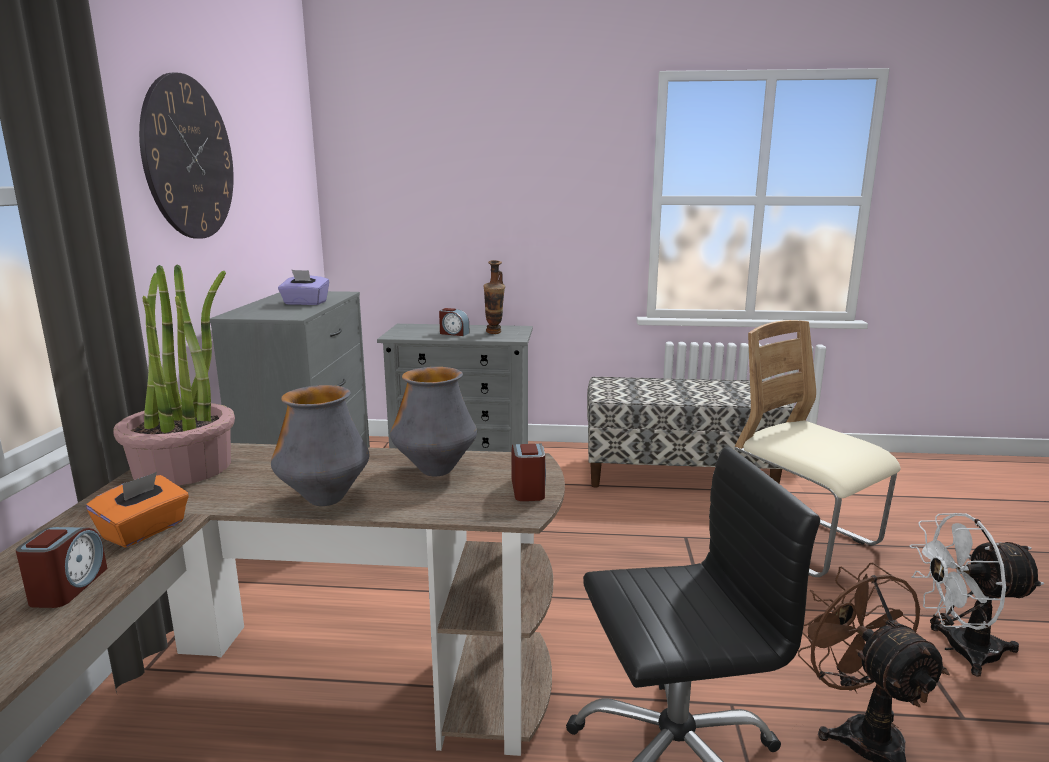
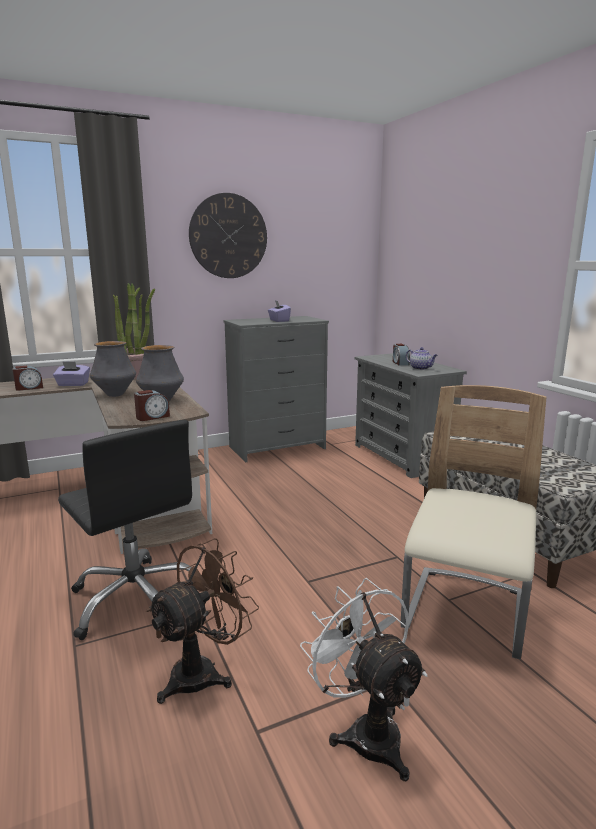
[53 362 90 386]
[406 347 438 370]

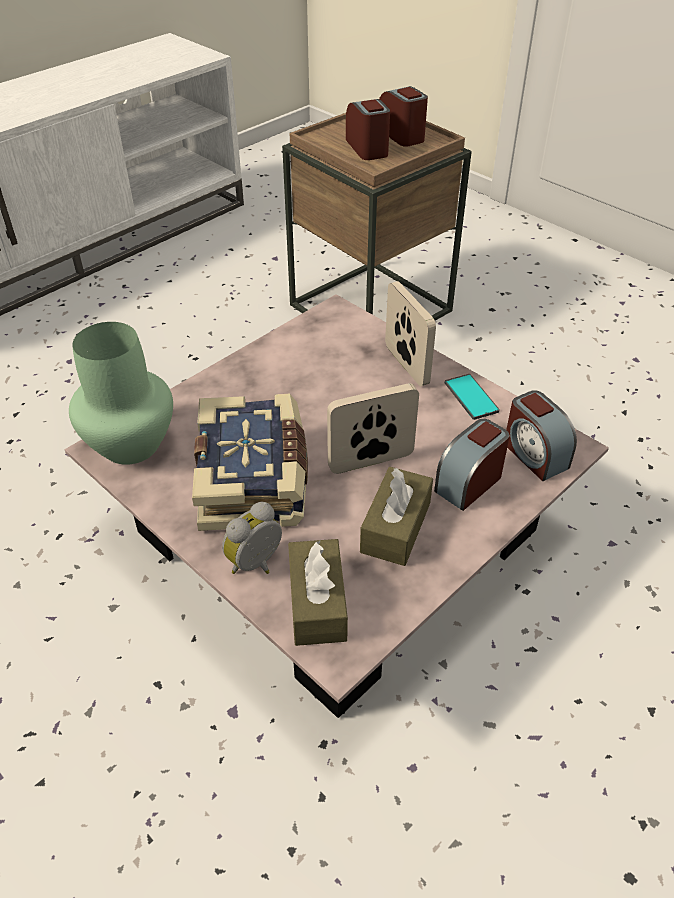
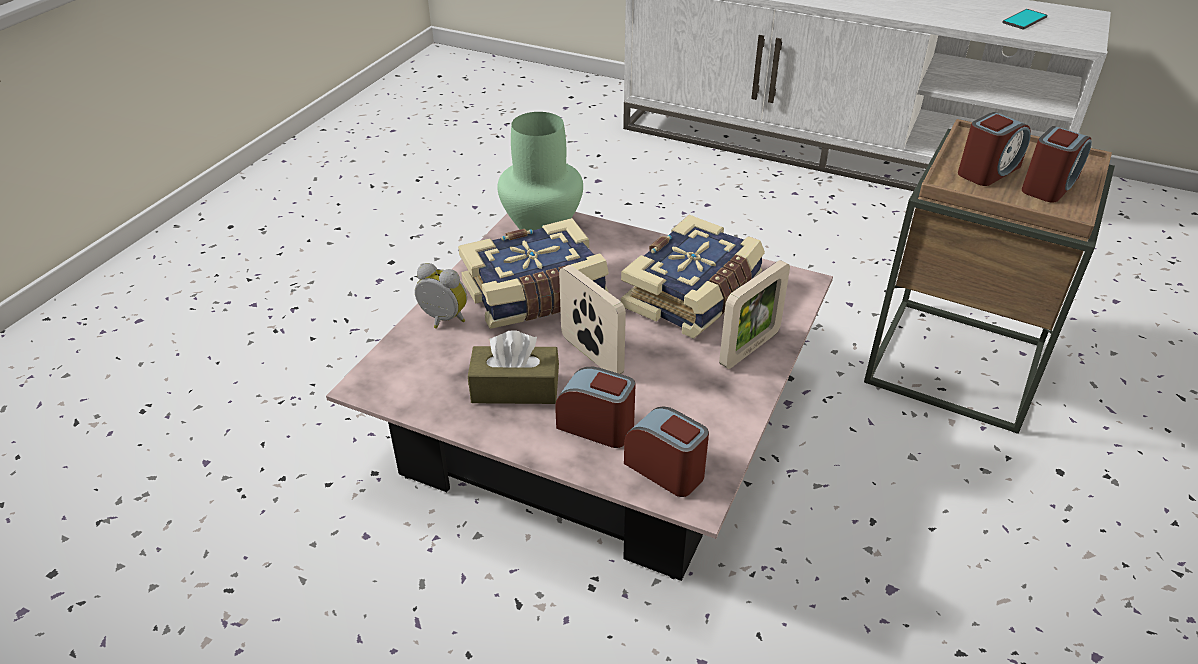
[288 539 348 646] (first image)
[1002 9 1048 29]
[624 406 709 497]
[621 215 765 339]

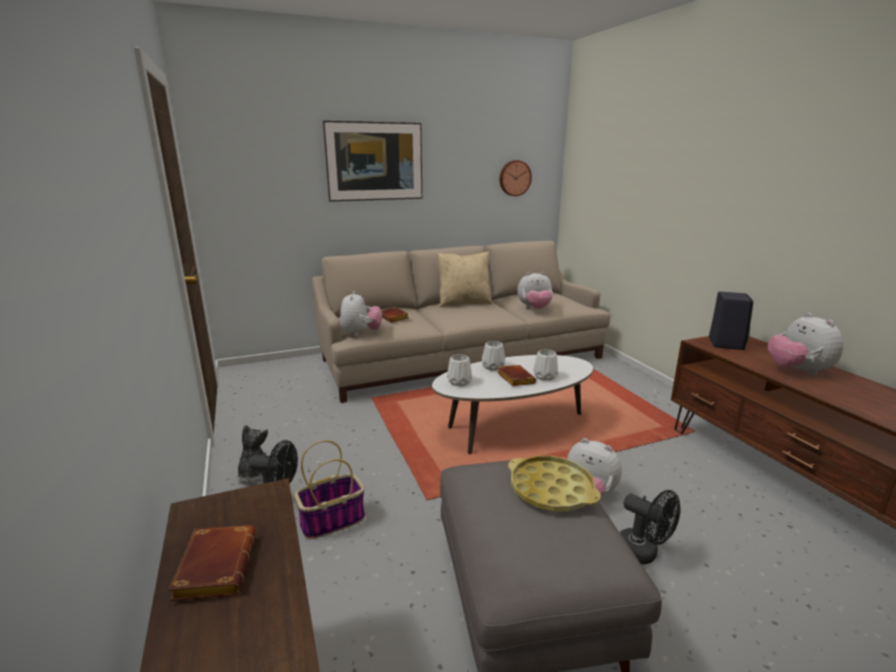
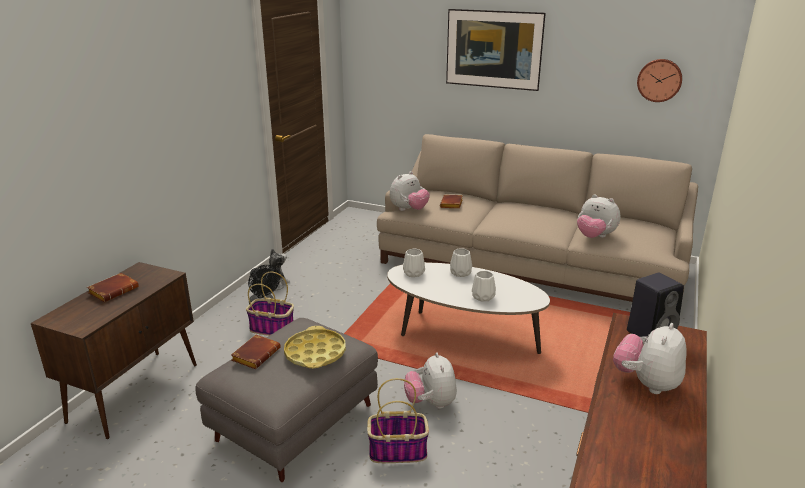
[437 252 492 307] (first image)
[231 335 280 369]
[367 378 429 463]

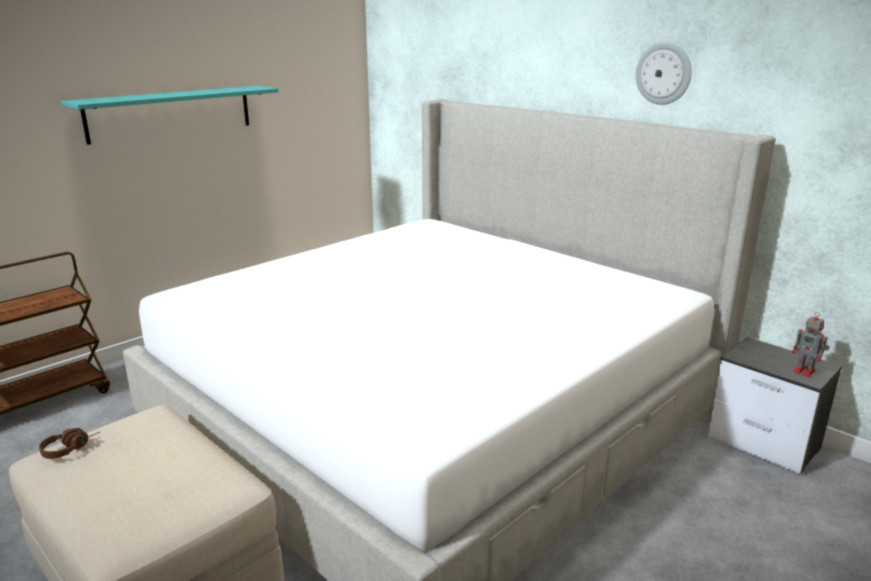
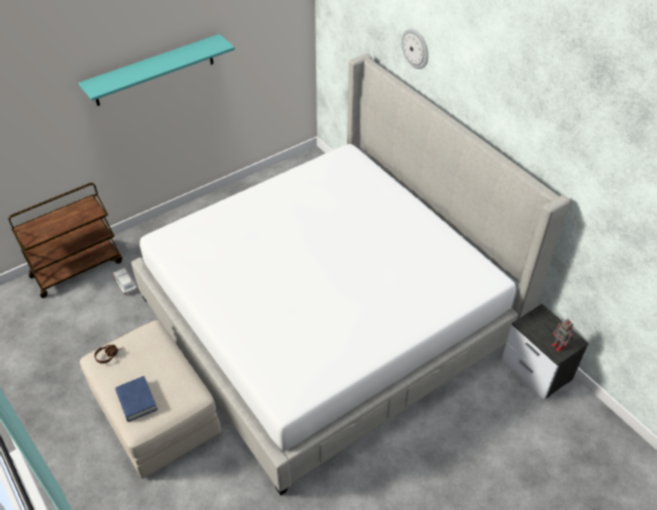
[401 29 428 69]
[112 268 137 296]
[115 376 158 422]

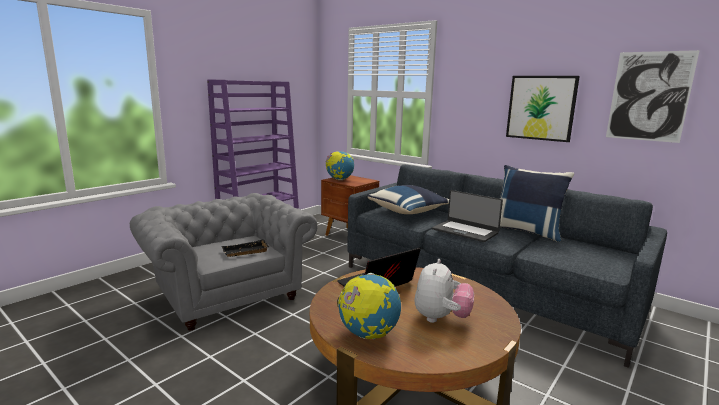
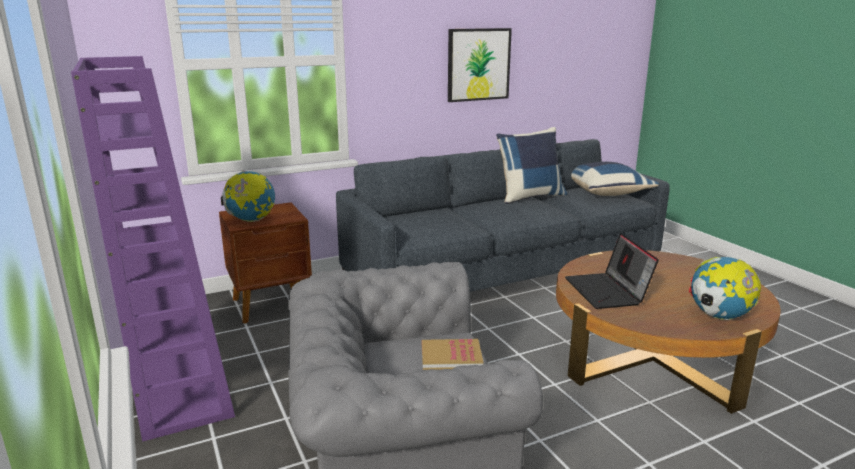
[422 339 483 370]
[571 162 659 196]
[415 259 474 323] (first image)
[432 190 503 242] (first image)
[606 50 700 143] (first image)

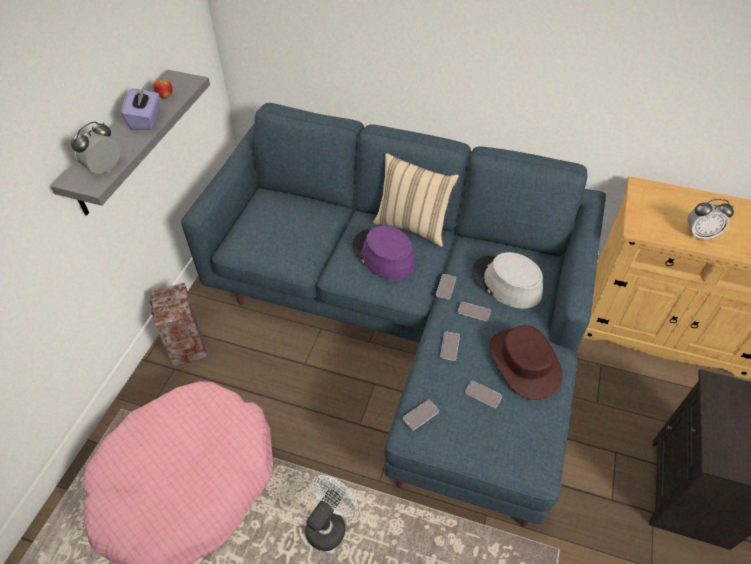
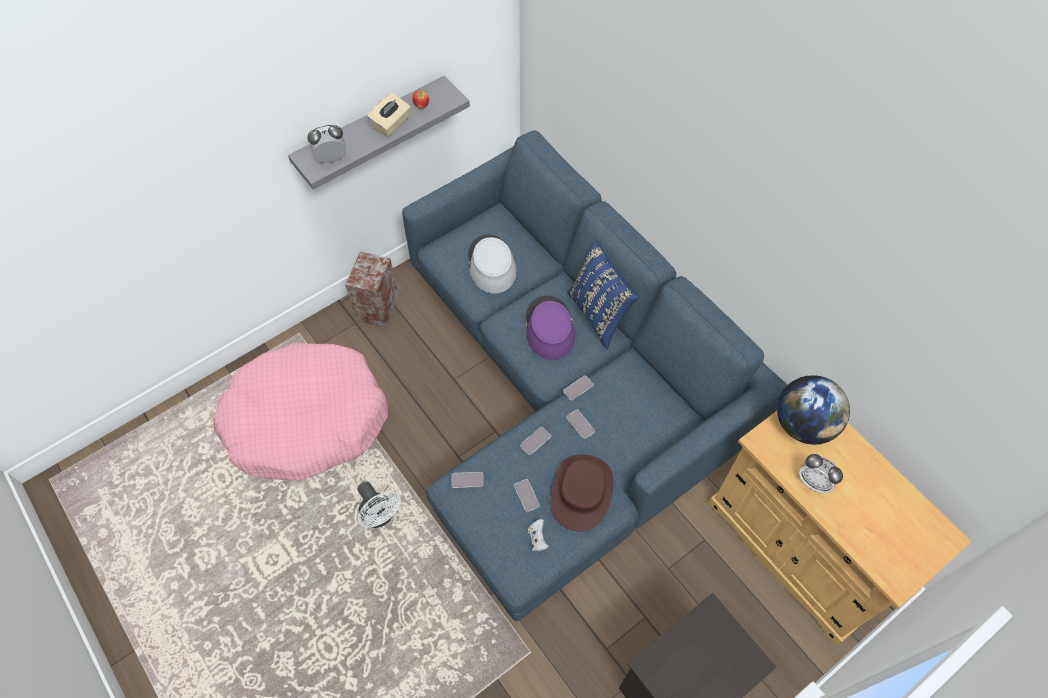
[367 93 410 137]
[357 482 401 528]
[567 240 639 350]
[468 234 516 294]
[528 519 549 551]
[777 375 850 445]

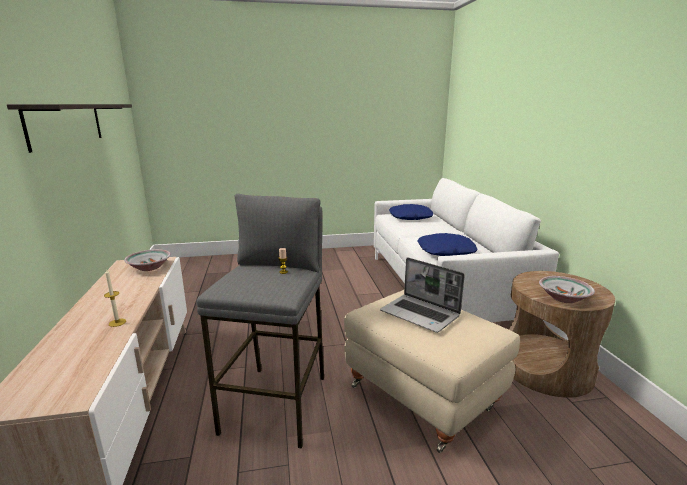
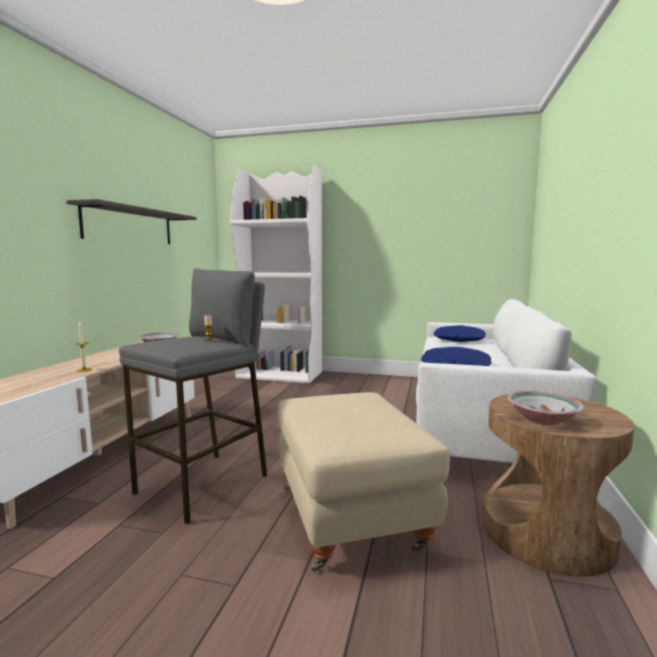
[380 257 465 333] (first image)
[230 165 322 384]

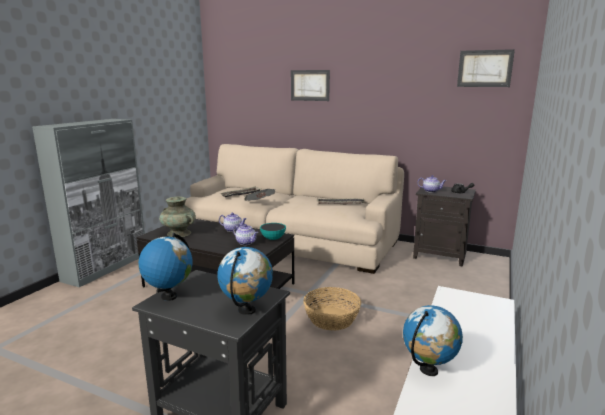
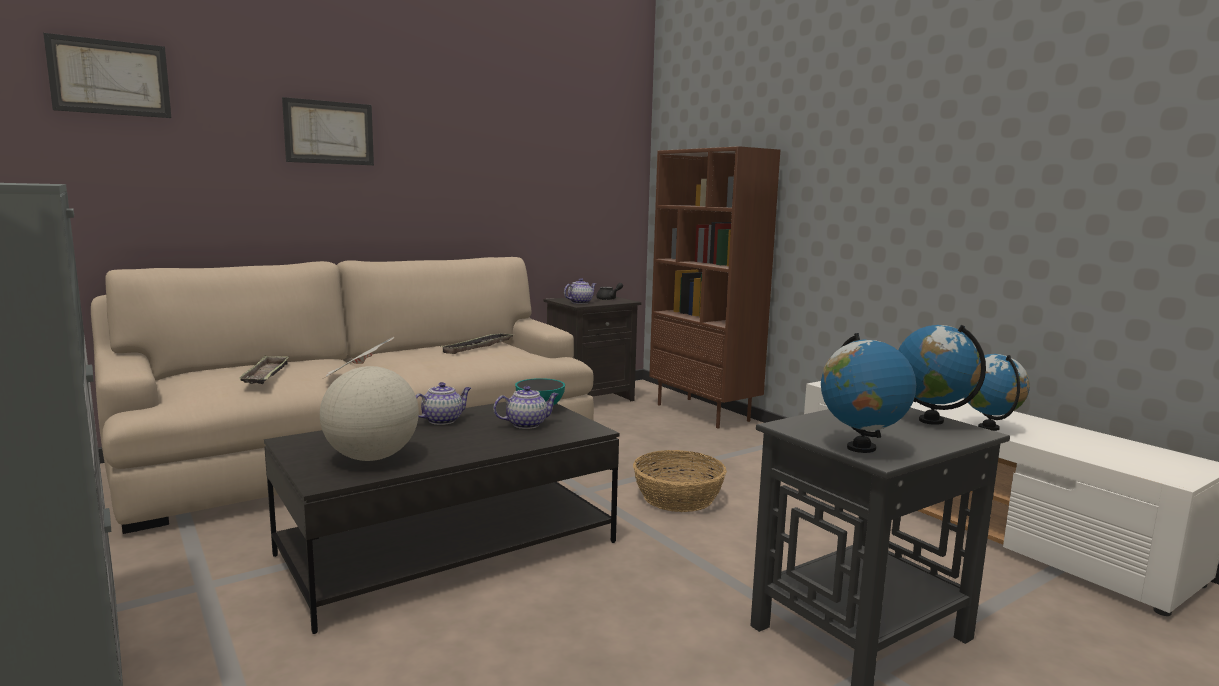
[320 366 419 461]
[43 33 171 118]
[649 146 780 428]

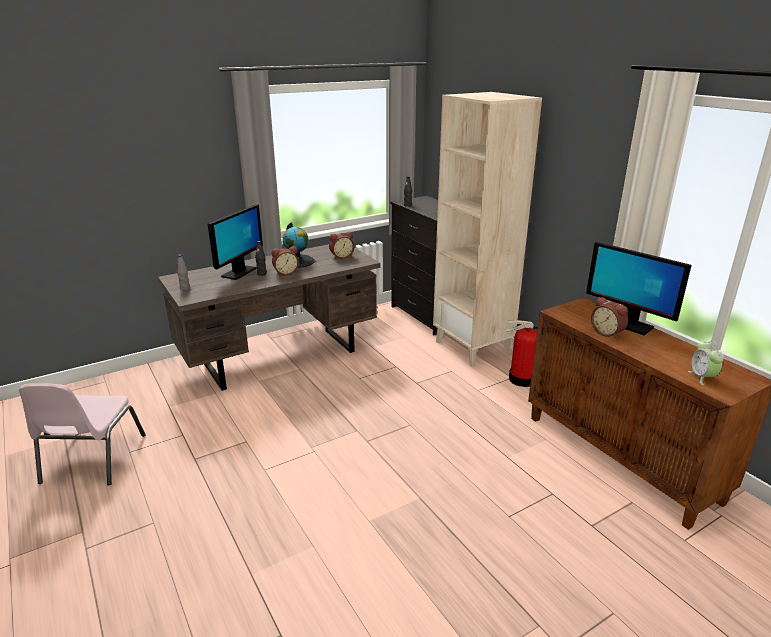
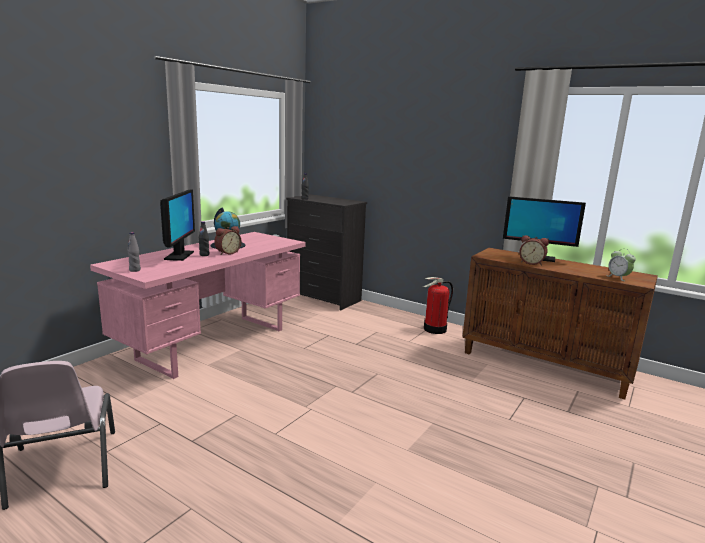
[90 232 306 379]
[329 231 354 259] (first image)
[433 92 542 367] (first image)

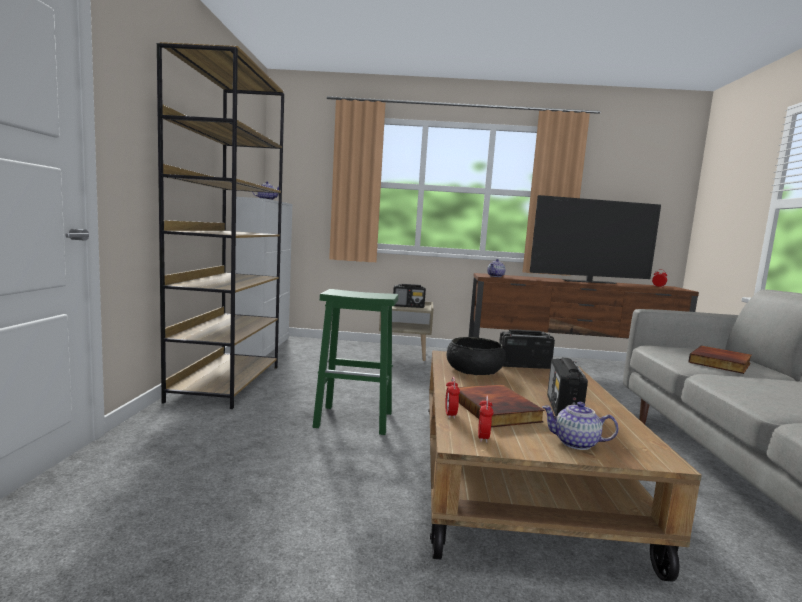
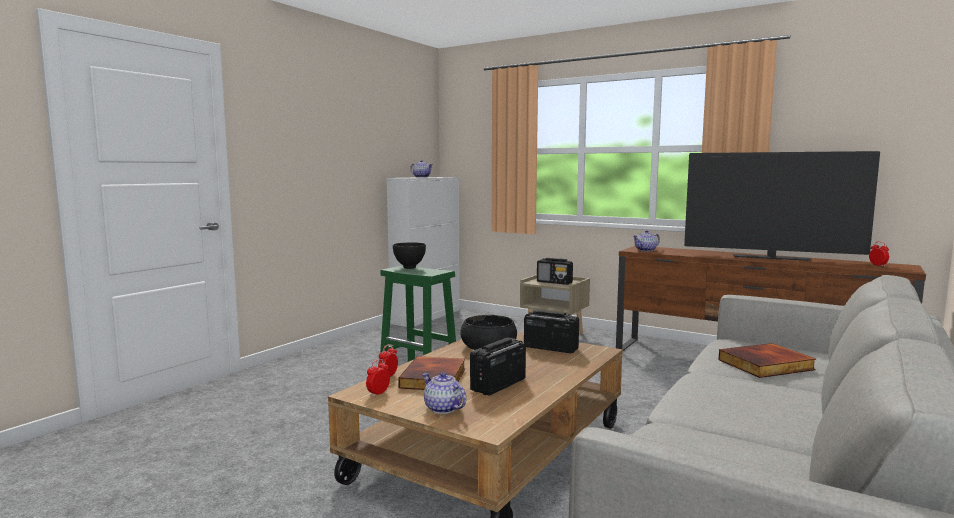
[157 42 284 409] (first image)
[393 242 426 269]

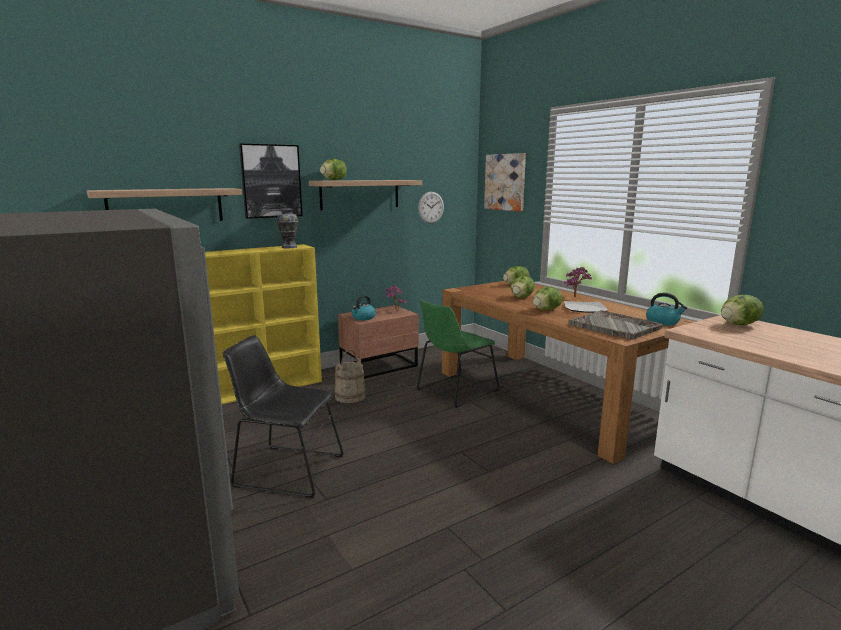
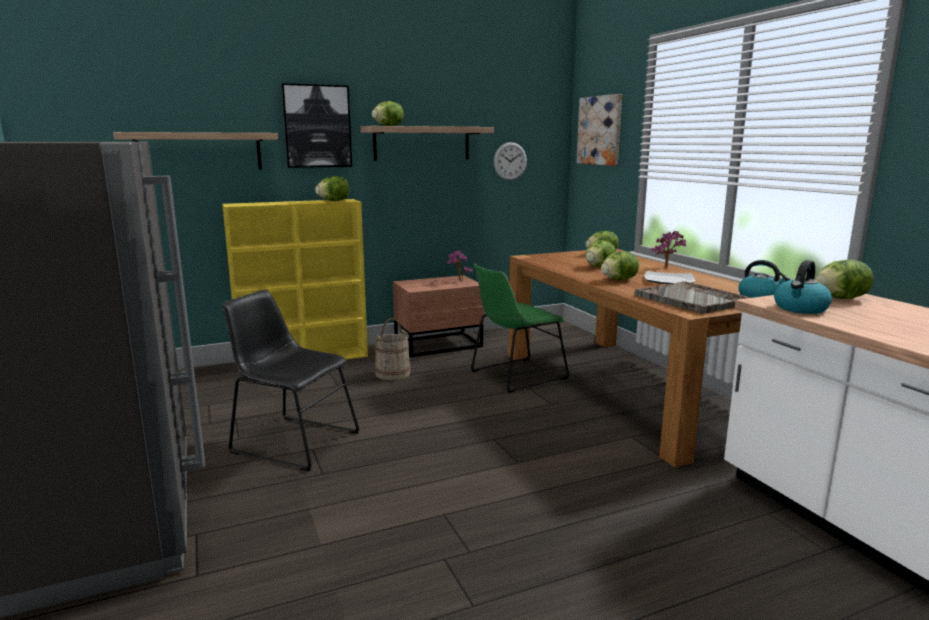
[315 176 349 201]
[774 260 832 314]

